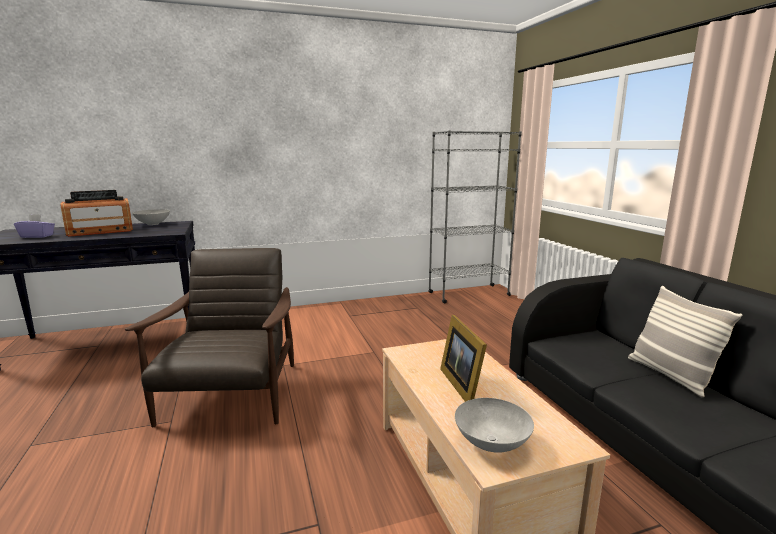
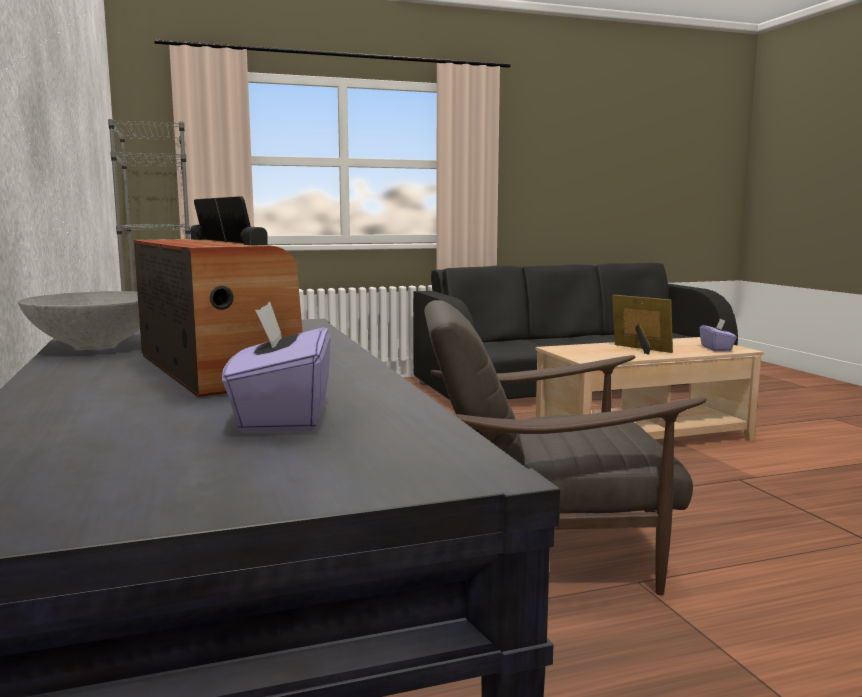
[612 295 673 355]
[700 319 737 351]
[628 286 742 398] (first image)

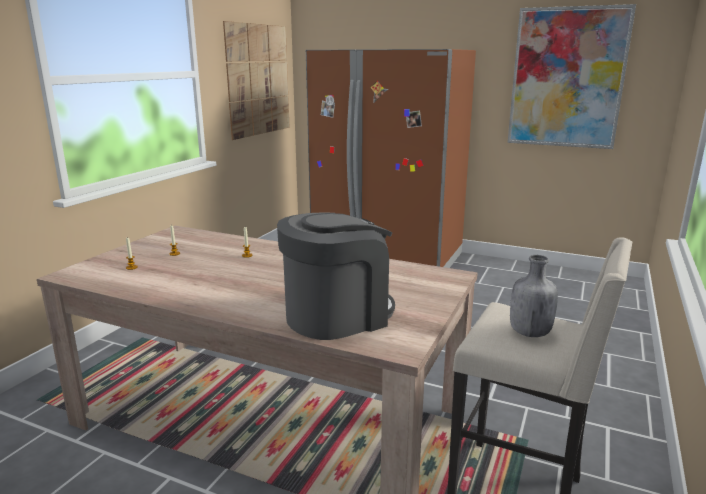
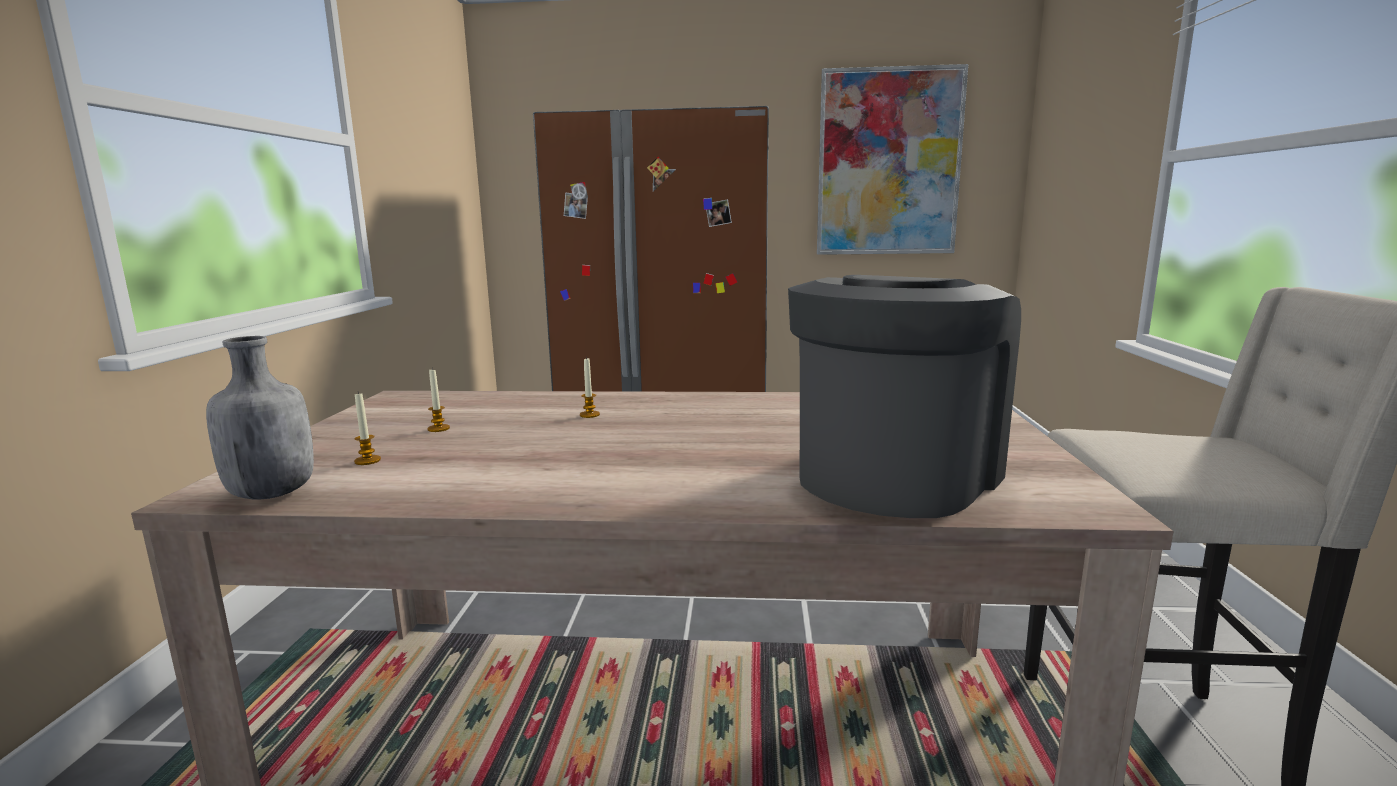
[223 21 290 140] (first image)
[206 336 314 500]

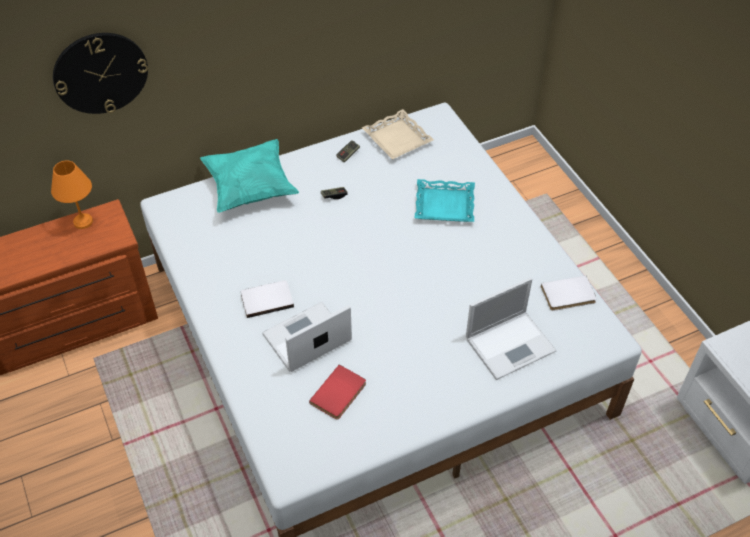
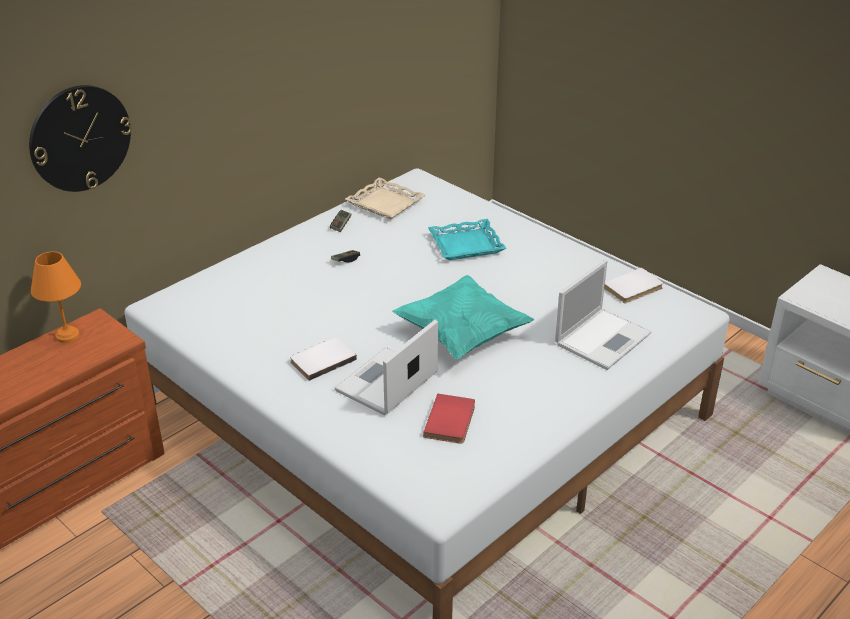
[392 275 534 360]

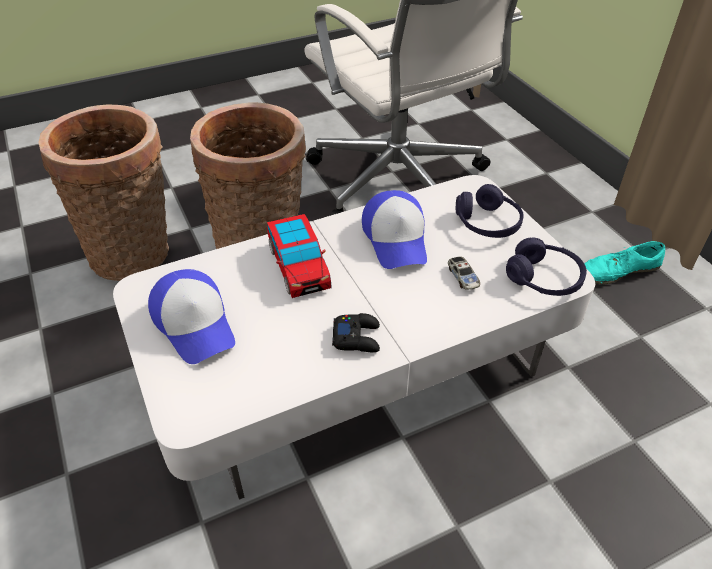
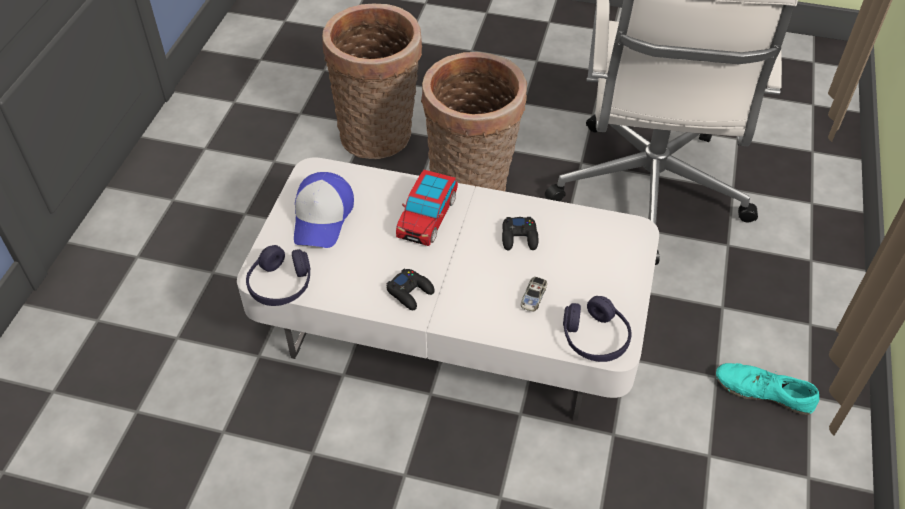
[502 217 538 251]
[246 245 310 306]

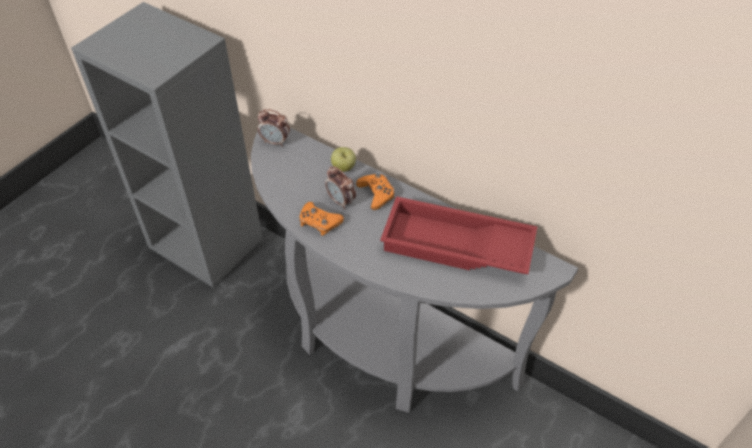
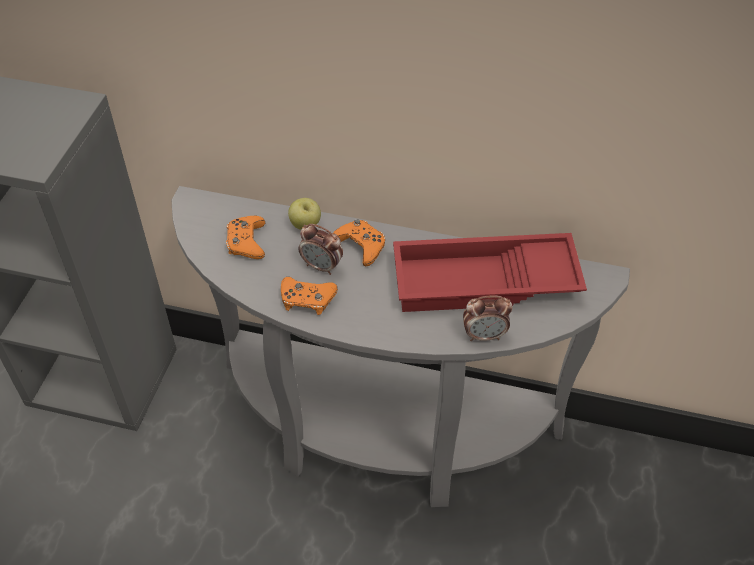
[463 295 513 341]
[226 216 265 259]

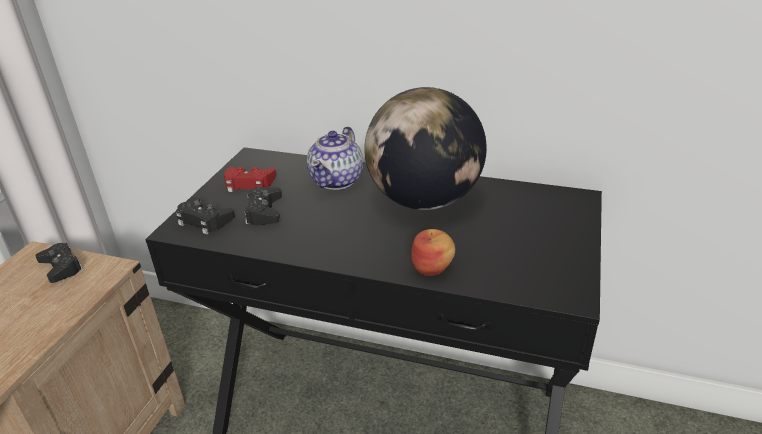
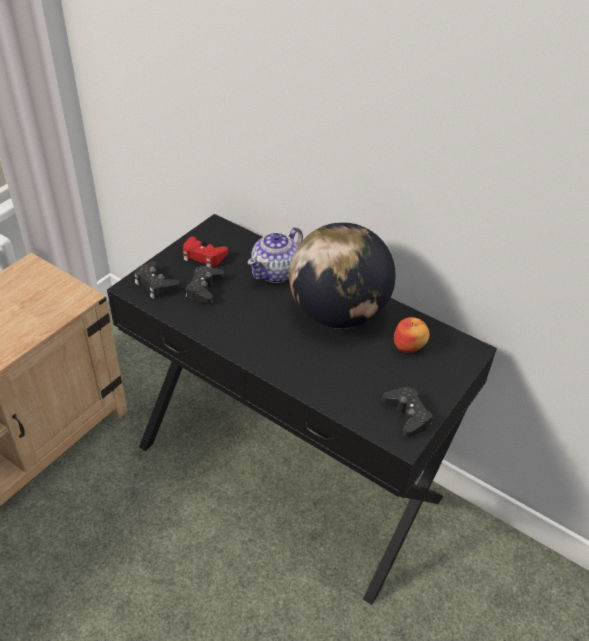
[382 387 433 437]
[394 317 430 353]

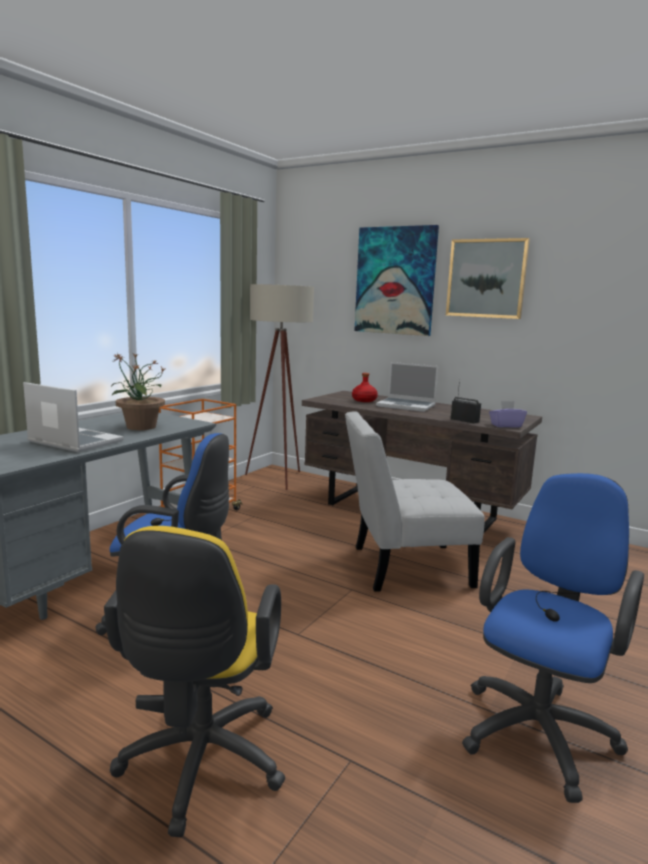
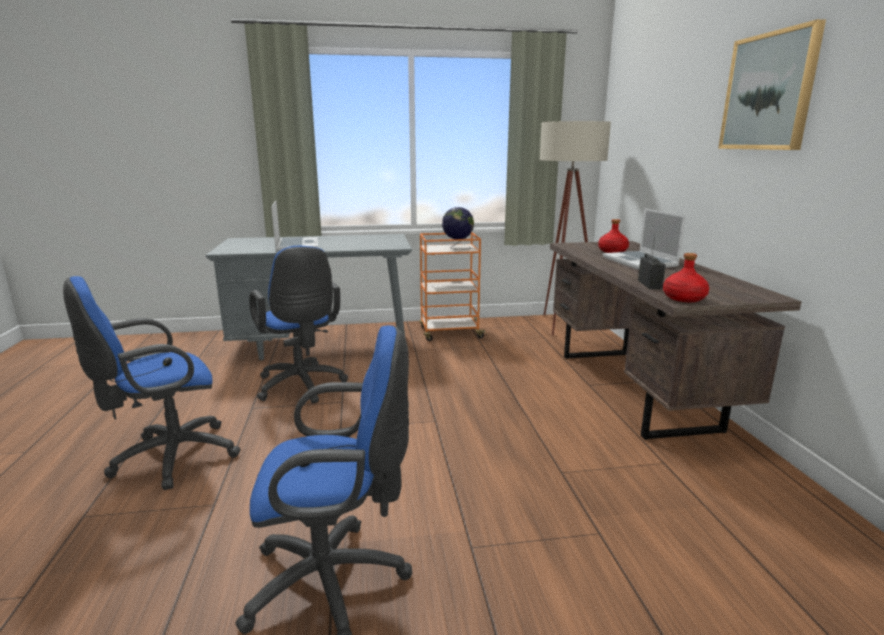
[63 276 241 490]
[111 353 165 430] (first image)
[345 411 485 592] (first image)
[354 225 439 336] (first image)
[663 253 709 302]
[442 207 474 250]

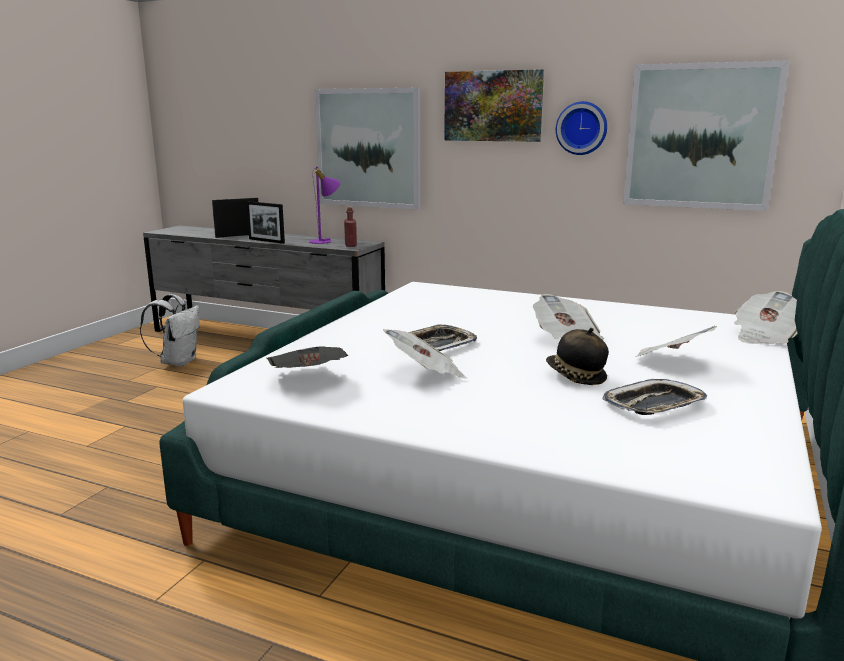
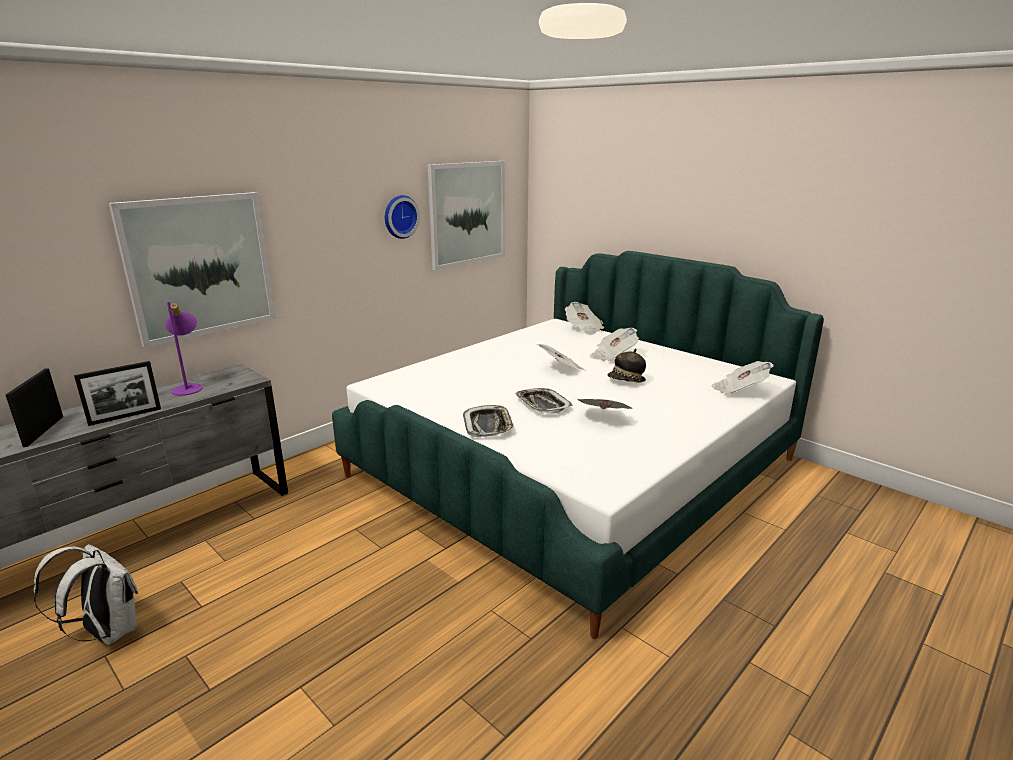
[711 361 774 395]
[344 207 357 247] (first image)
[444 69 544 142] (first image)
[463 405 514 437]

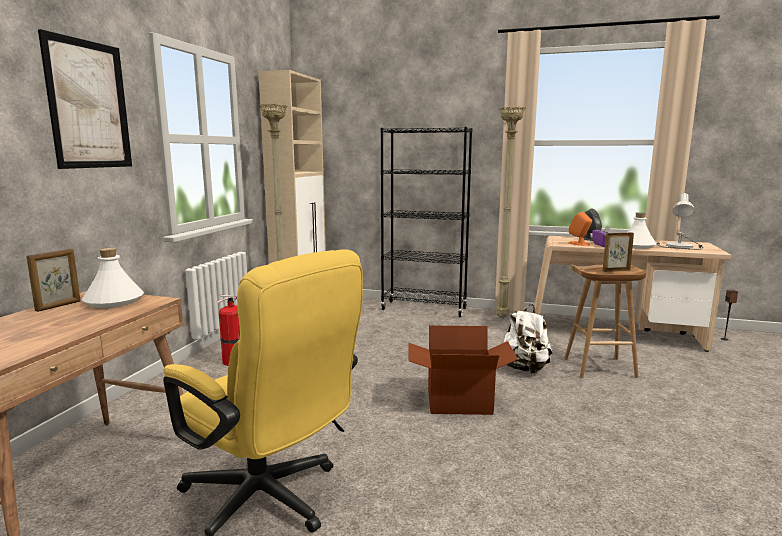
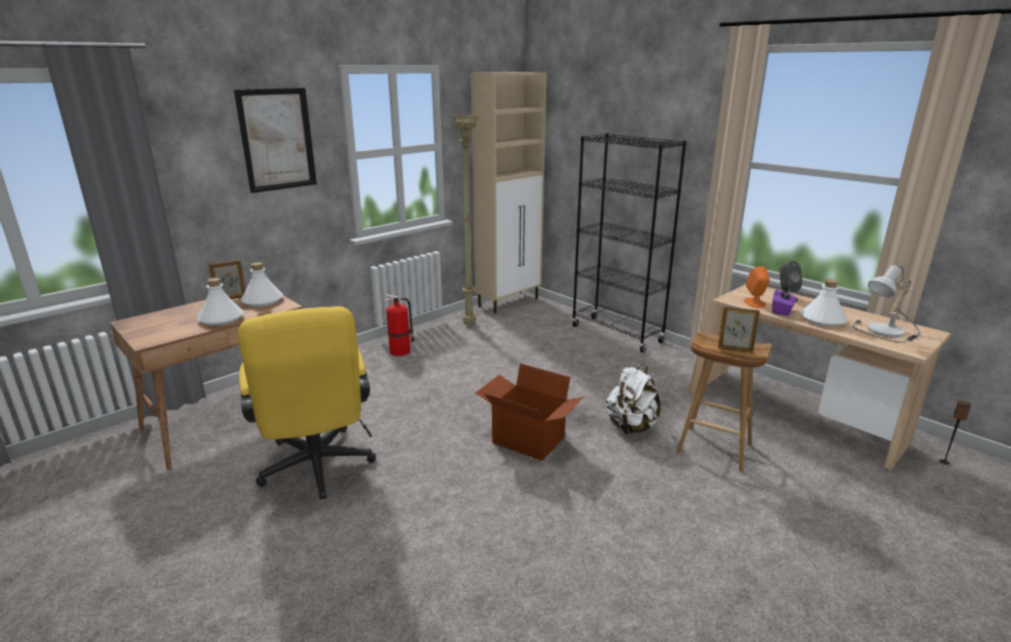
[496 106 525 318] (first image)
[197 278 243 326]

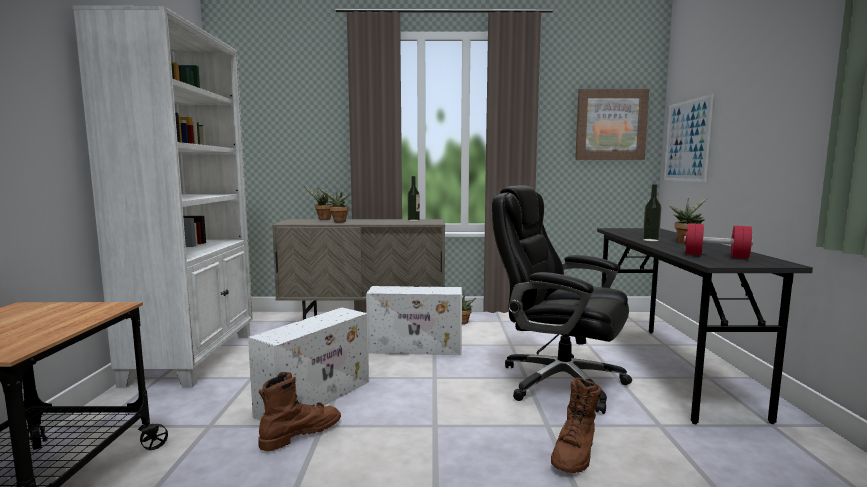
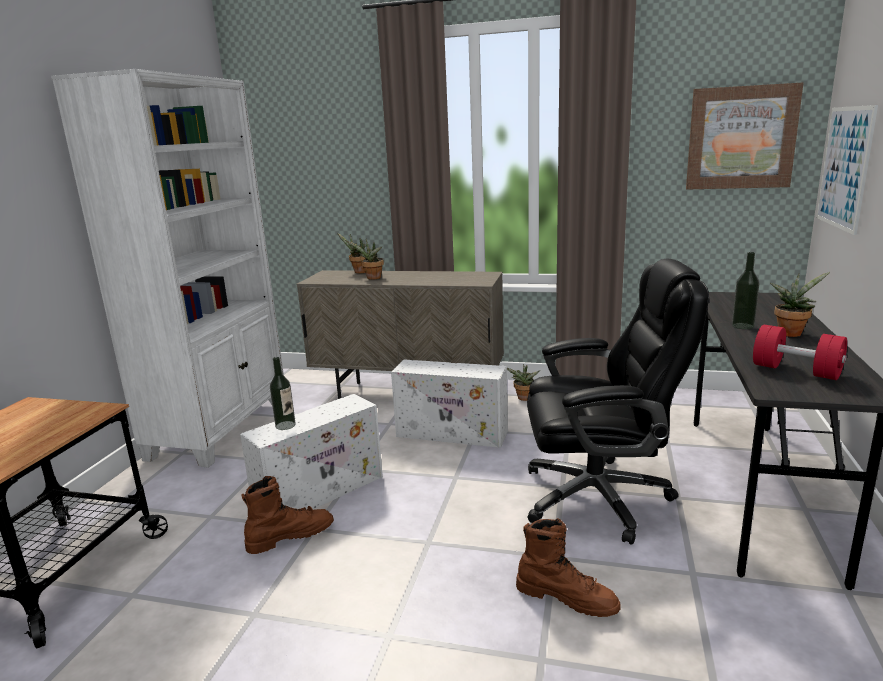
[270 357 296 430]
[527 259 709 545]
[516 518 621 617]

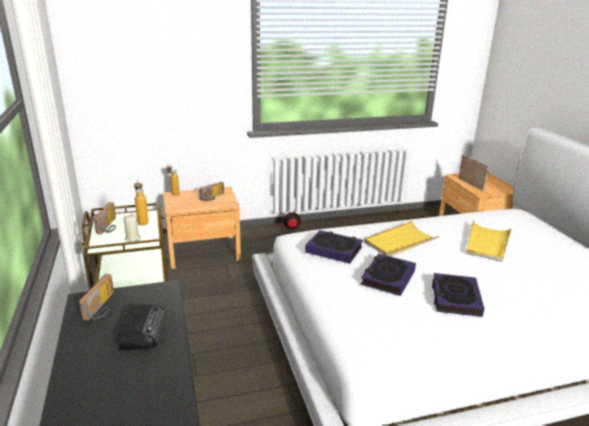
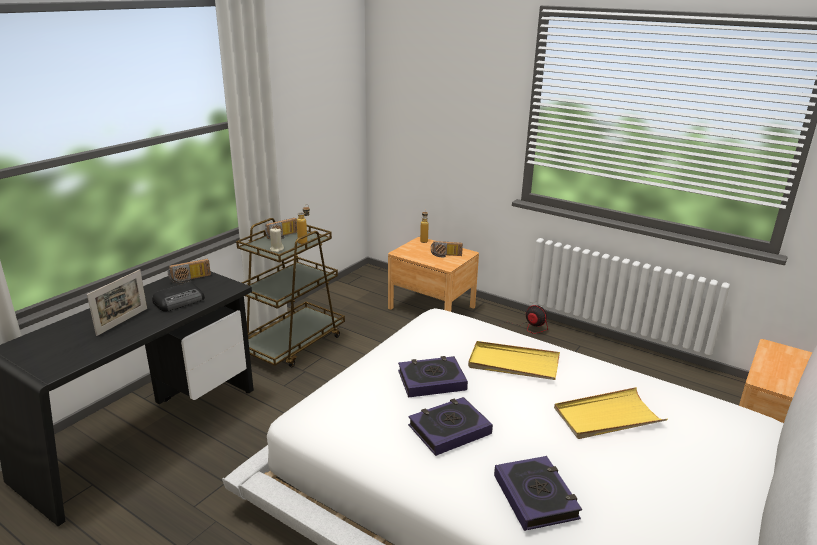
[494 456 582 531]
[87 269 147 336]

